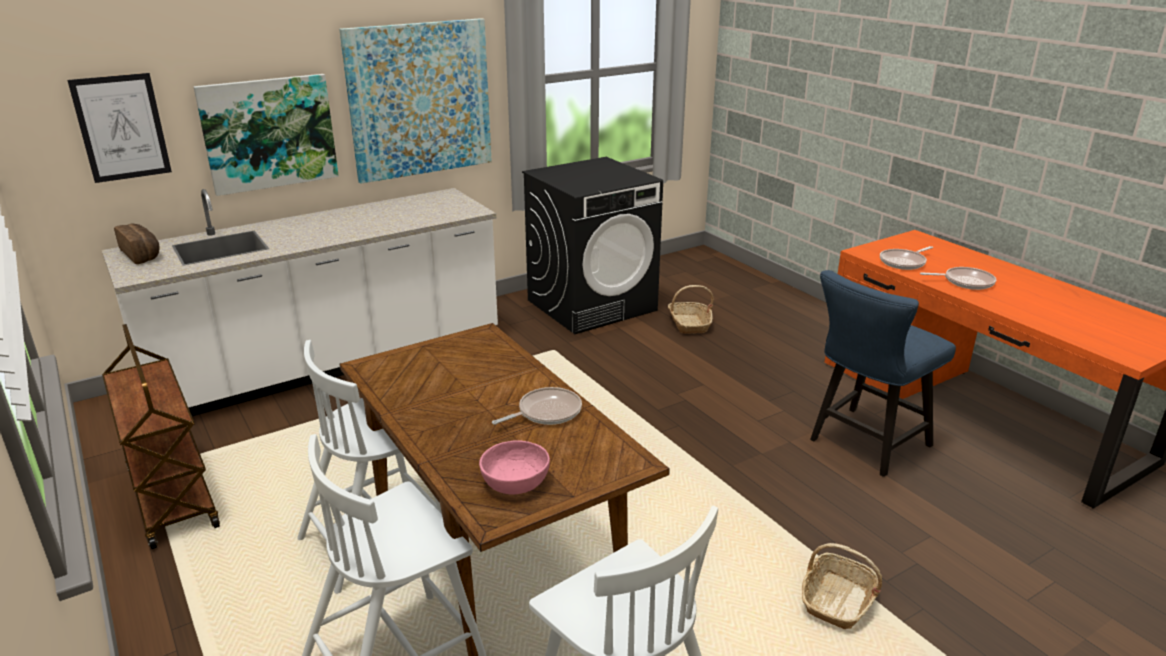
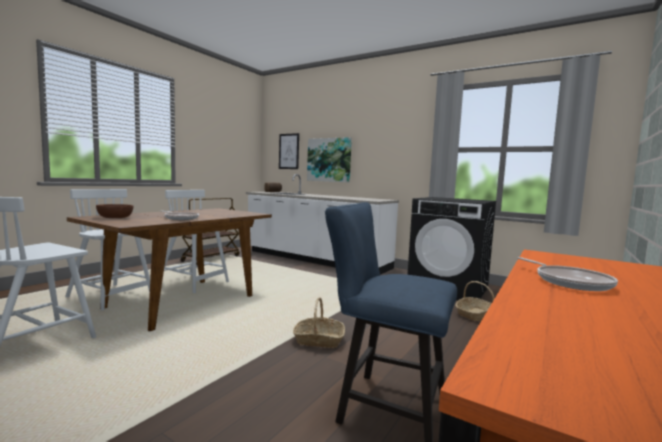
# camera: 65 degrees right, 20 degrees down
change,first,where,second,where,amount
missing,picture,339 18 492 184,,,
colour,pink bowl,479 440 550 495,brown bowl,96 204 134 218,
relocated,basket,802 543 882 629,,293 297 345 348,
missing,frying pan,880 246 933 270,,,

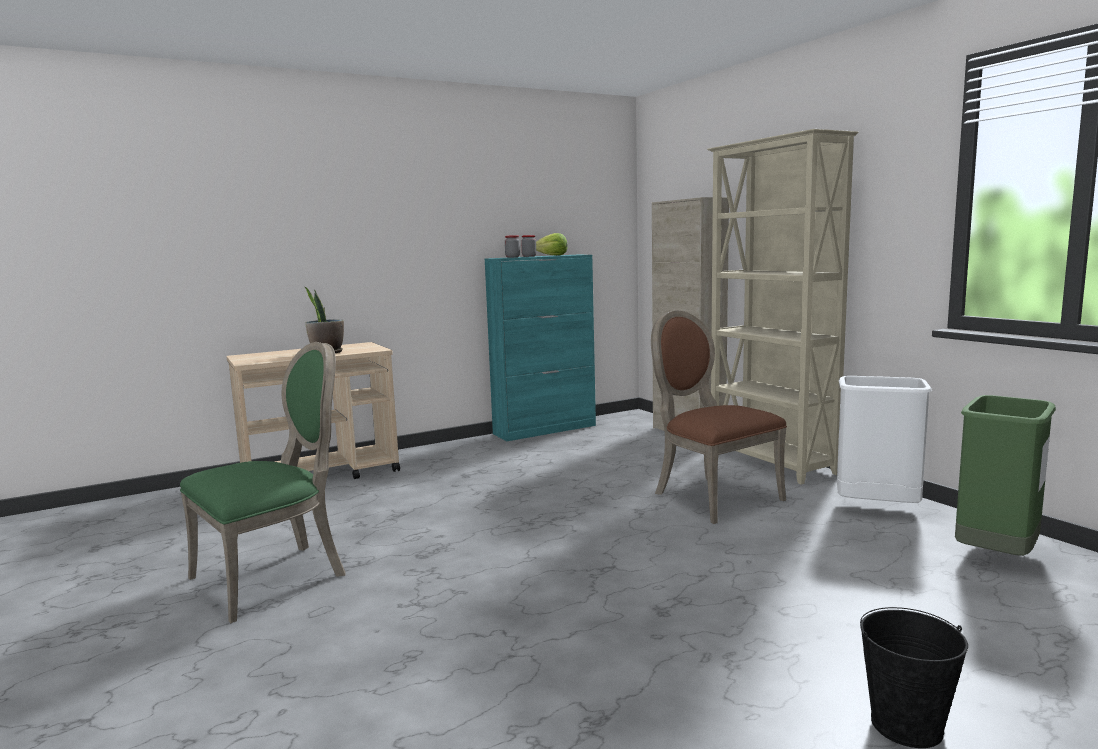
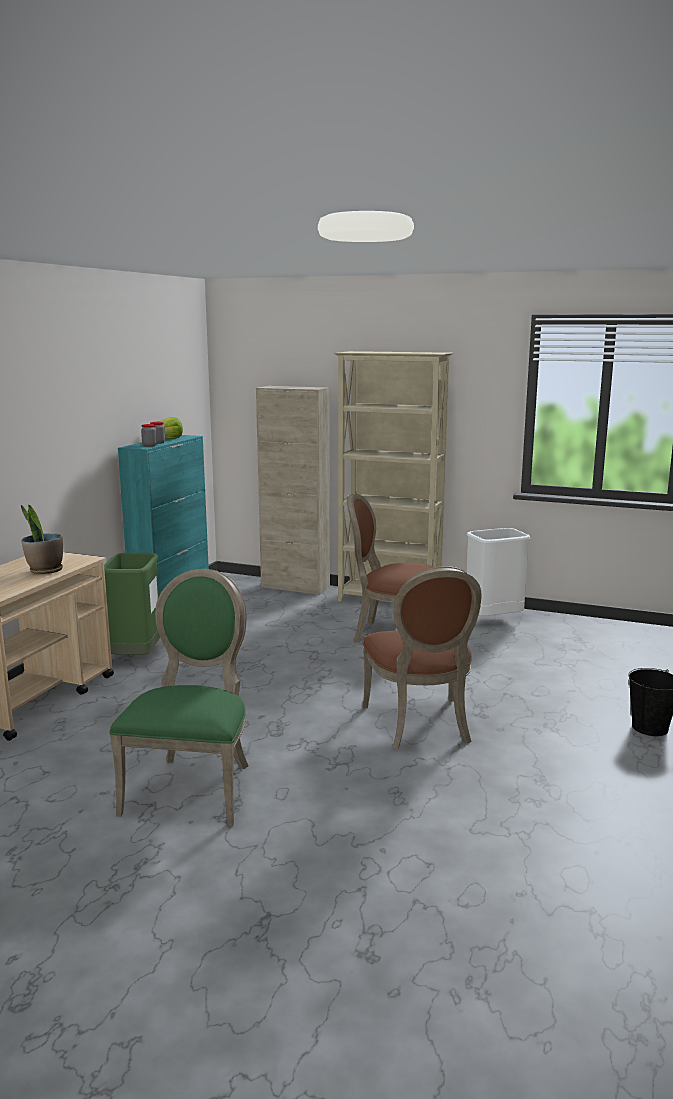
# camera: 40 degrees left, 5 degrees up
change,first,where,second,where,amount
relocated,green trash can,955 395 1056 556,,104 553 160 655,
appeared,,,brown chair,363 566 482 750,

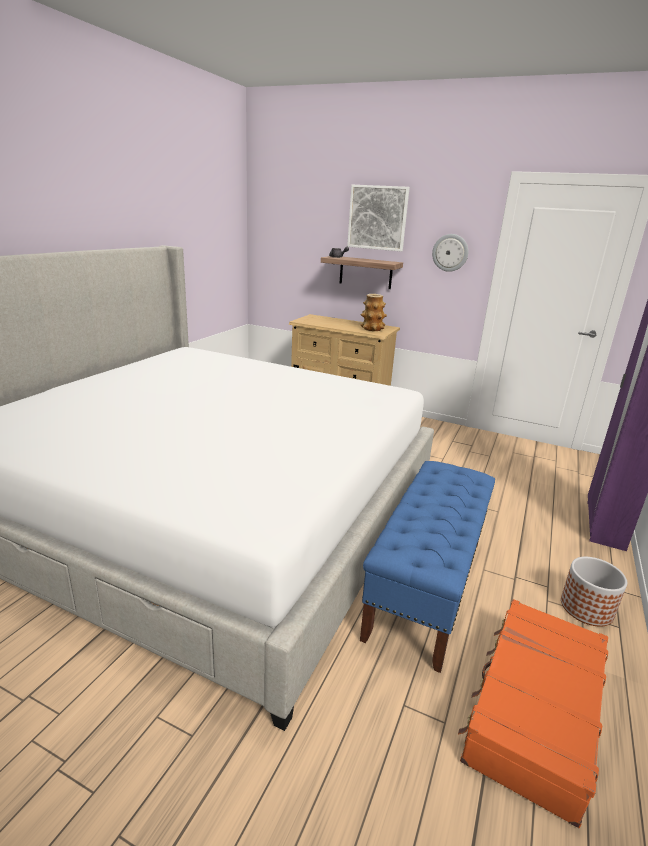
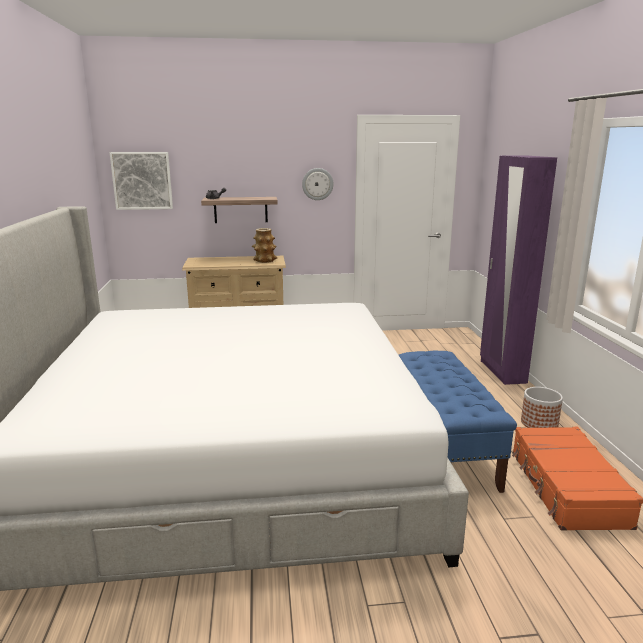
# camera: 30 degrees left, 5 degrees down
change,first,where,second,where,amount
relocated,picture,347 185 410 251,,109 152 173 210,

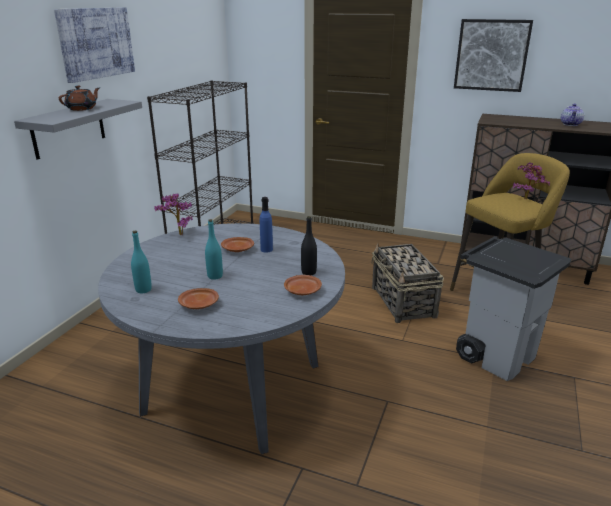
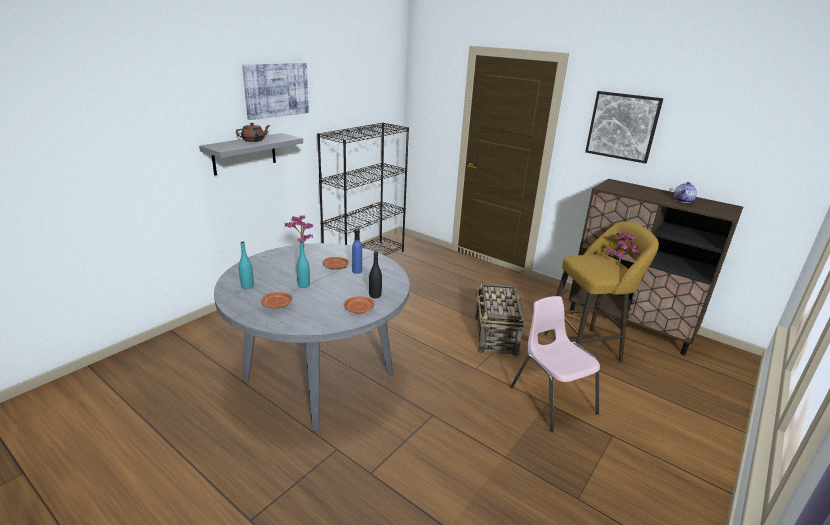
# camera: 15 degrees right, 0 degrees up
change,first,where,second,where,amount
exchanged,grey trash can,456 236 571 381,pink chair,510 296 600 432,

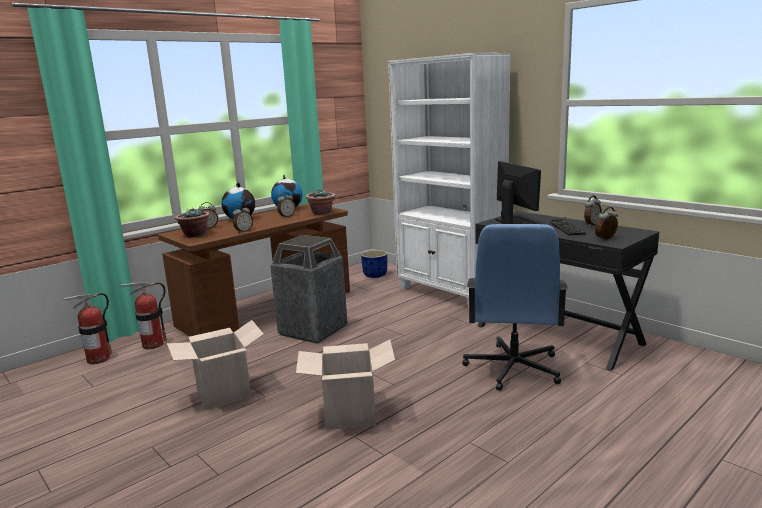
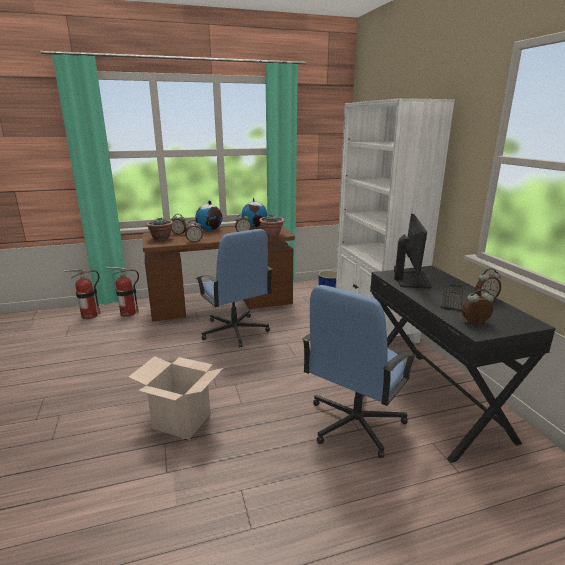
# camera: 25 degrees right, 5 degrees up
change,first,where,second,where,amount
missing,cardboard box,167 320 264 410,,,
exchanged,trash can,270 235 347 344,blue office chair,196 229 273 347,

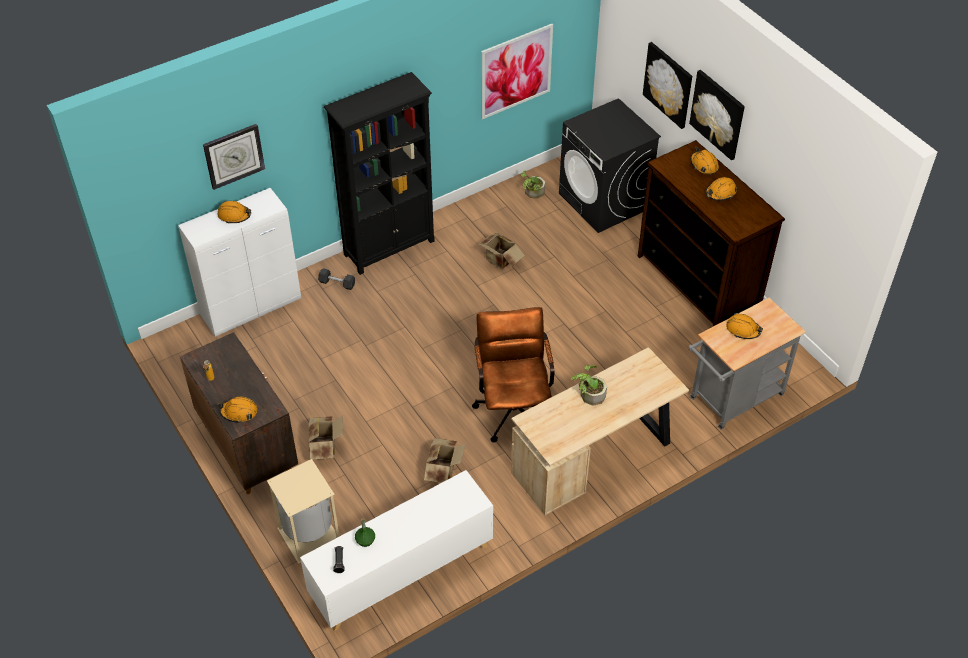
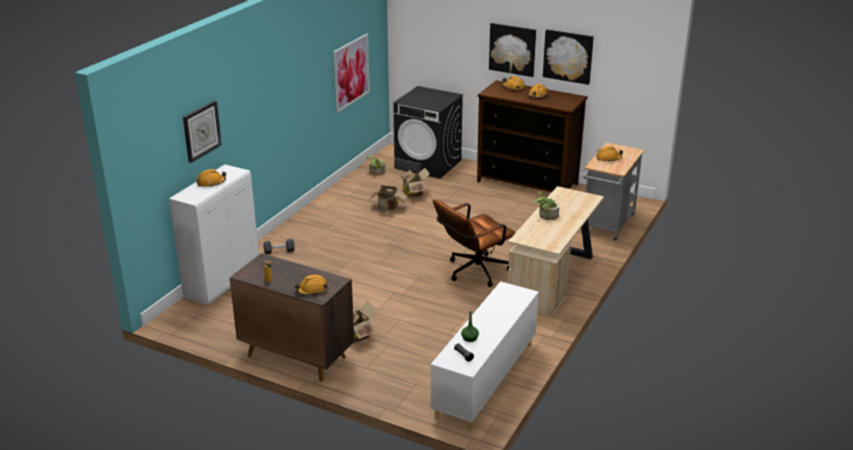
# camera: 30 degrees left, 20 degrees down
change,first,where,second,where,amount
missing,beige trash can,267 459 339 564,,,
missing,black bookcase,324 72 435 275,,,
relocated,cardboard box,424 438 466 483,,401 168 430 198,
spun,brown office chair,472 307 554 442,,433 199 516 287,90 degrees counterclockwise
relocated,picture,643 42 692 129,,543 29 594 85,

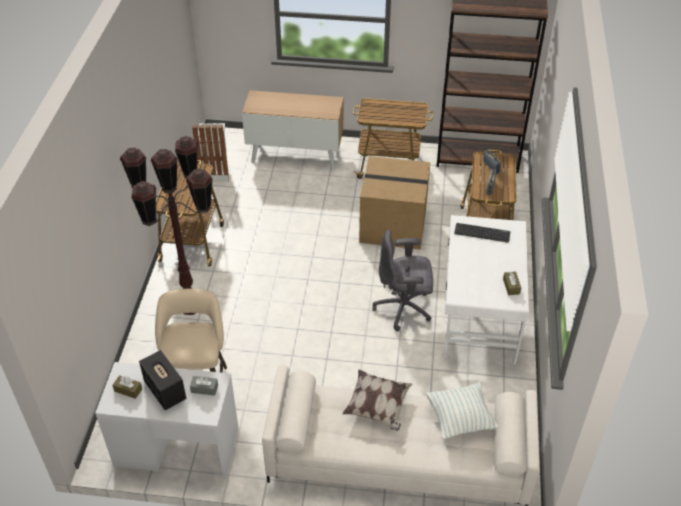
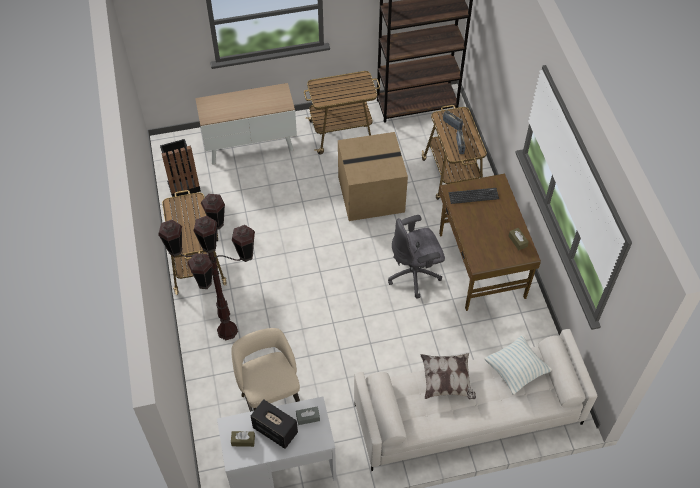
# camera: 20 degrees left, 10 degrees up
change,first,where,second,where,amount
colour,white trash can,192 123 231 182,black trash can,160 139 201 197,
colour,white desk,443 215 529 365,brown desk,439 174 541 311,

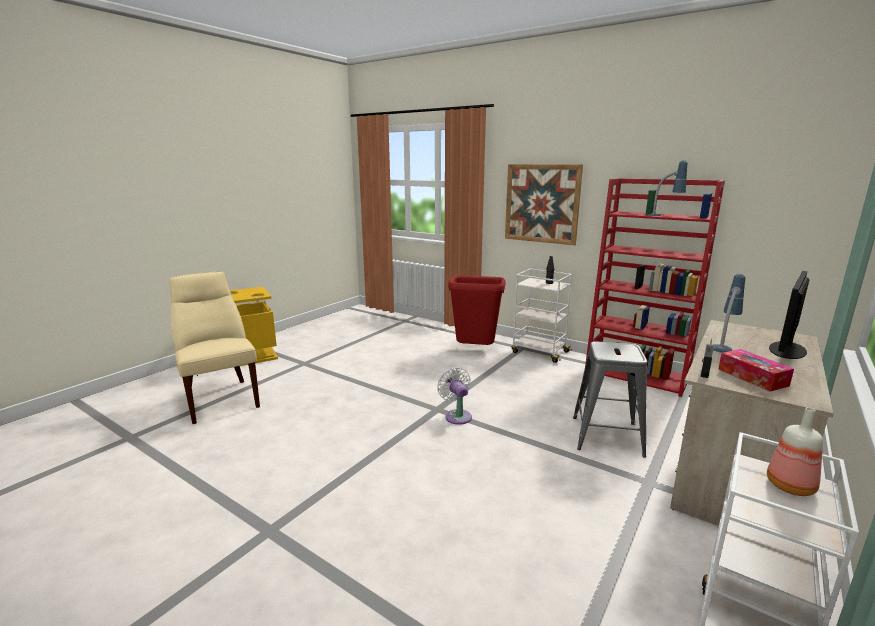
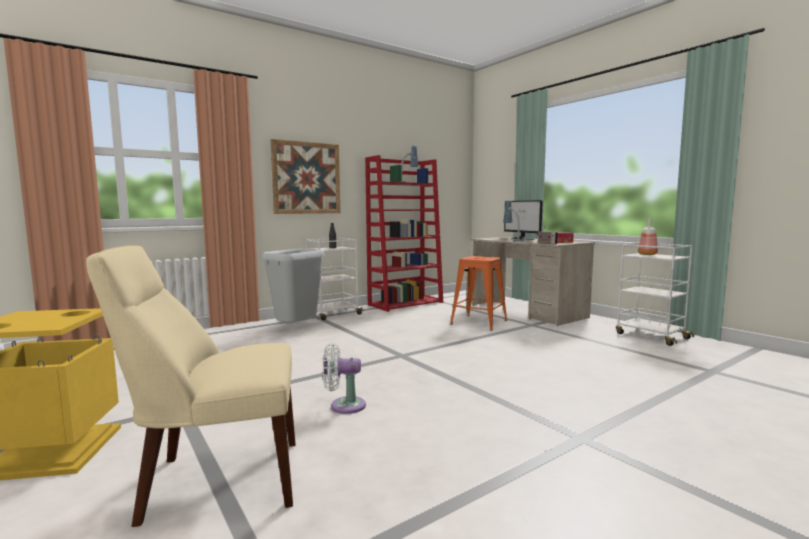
# camera: 70 degrees left, 10 degrees down
change,first,where,second,where,amount
relocated,white fan,437 368 472 425,,323 343 366 414,
colour,red trash can,448 275 505 345,grey trash can,262 248 325 323,
colour,grey stool,573 341 647 458,orange stool,450 256 507 331,

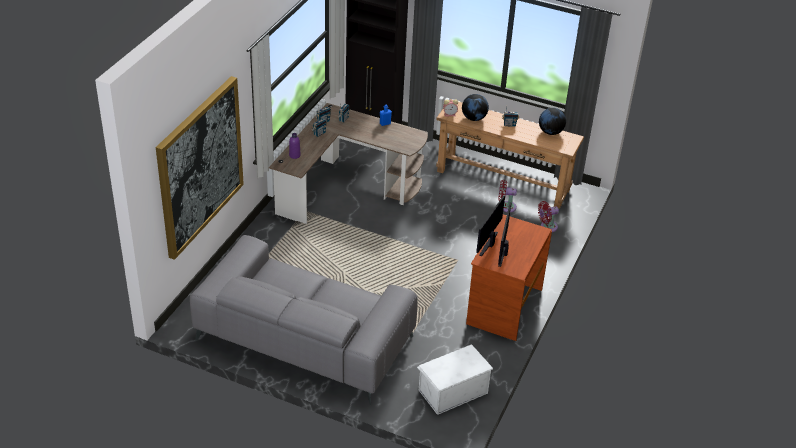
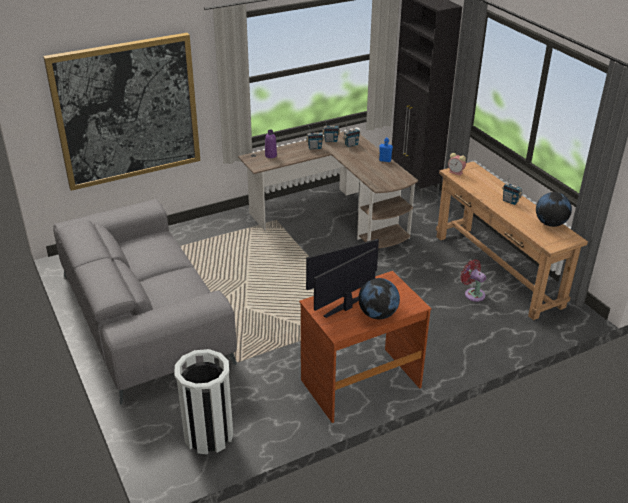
# camera: 40 degrees right, 5 degrees down
change,first,where,second,where,amount
exchanged,white storage box,417 344 493 415,white trash can,174 349 233 455,
relocated,globe,462 94 489 121,,358 278 400 319,
missing,red fan,538 201 559 232,,,

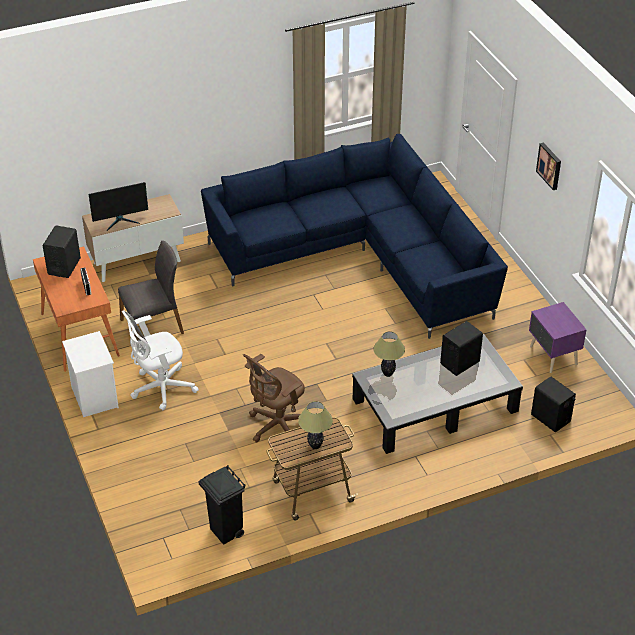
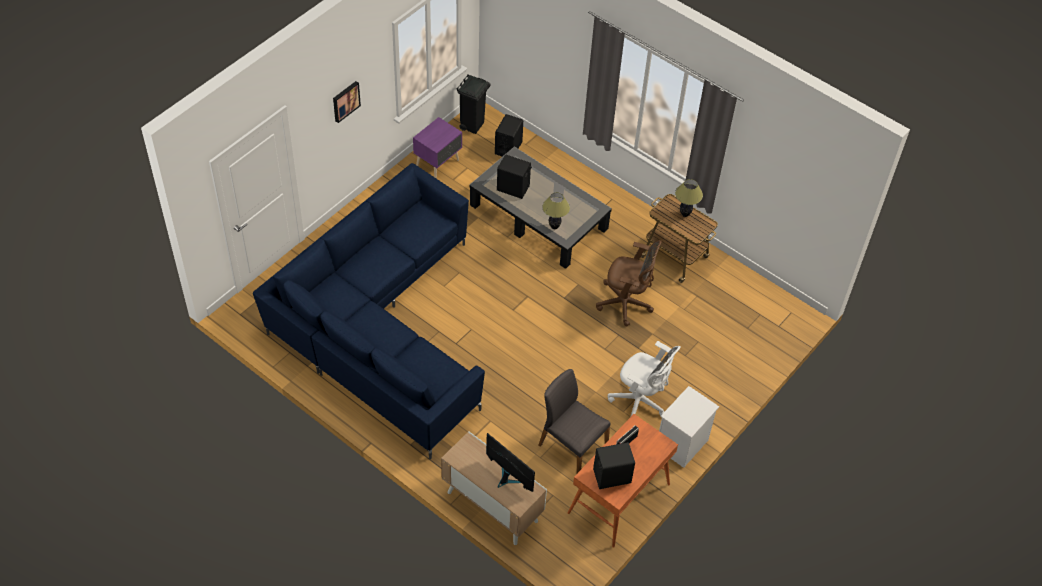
# camera: 120 degrees left, 10 degrees up
change,first,where,second,where,amount
relocated,black trash can,199 465 246 545,,457 74 490 134,

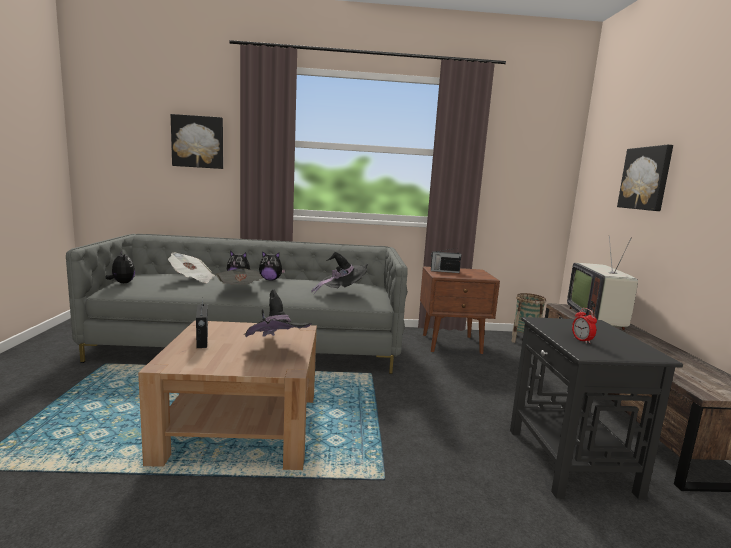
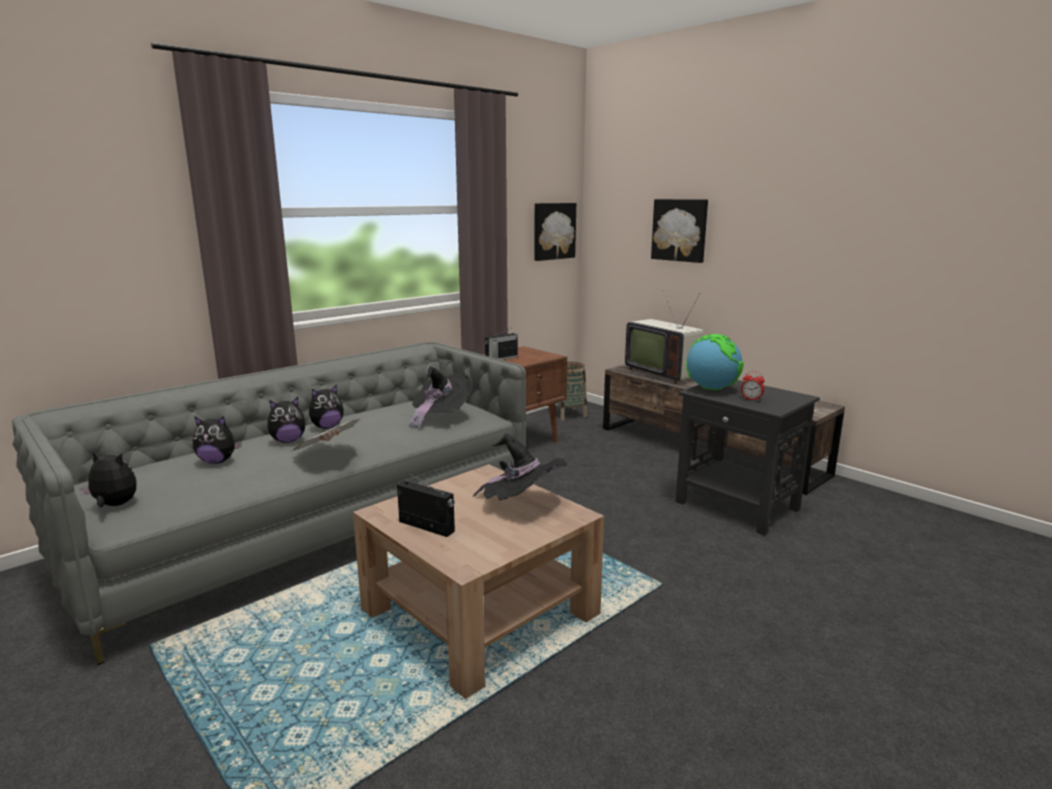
# camera: 40 degrees left, 5 degrees up
change,first,where,second,where,amount
exchanged,newspaper,168 253 215 283,plush toy,193 416 242 464,
relocated,picture,171 114 223 169,,534 203 576 261,
appeared,,,globe,685 334 744 390,

